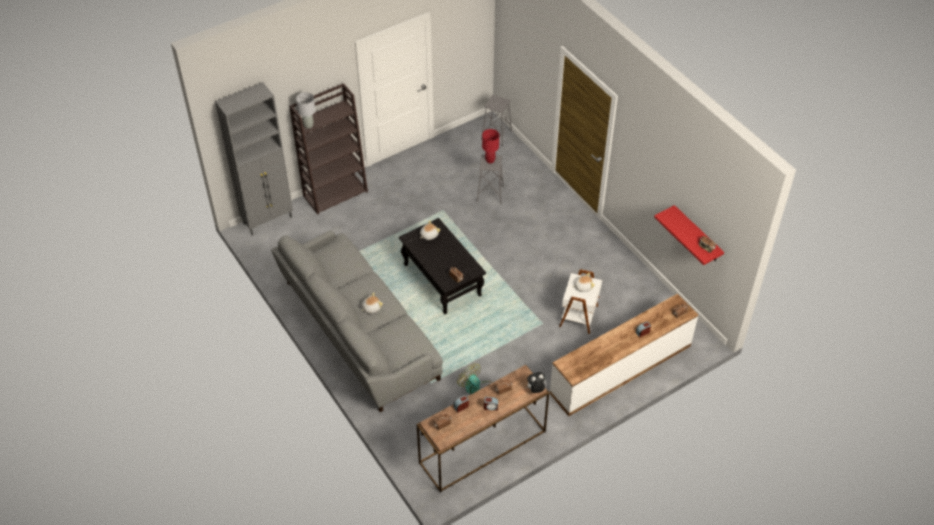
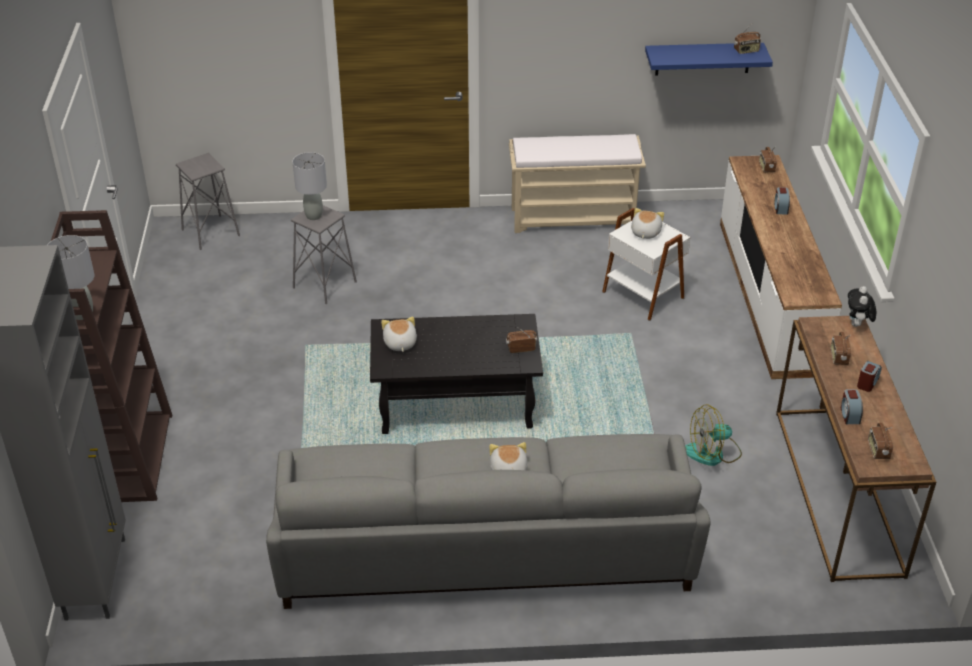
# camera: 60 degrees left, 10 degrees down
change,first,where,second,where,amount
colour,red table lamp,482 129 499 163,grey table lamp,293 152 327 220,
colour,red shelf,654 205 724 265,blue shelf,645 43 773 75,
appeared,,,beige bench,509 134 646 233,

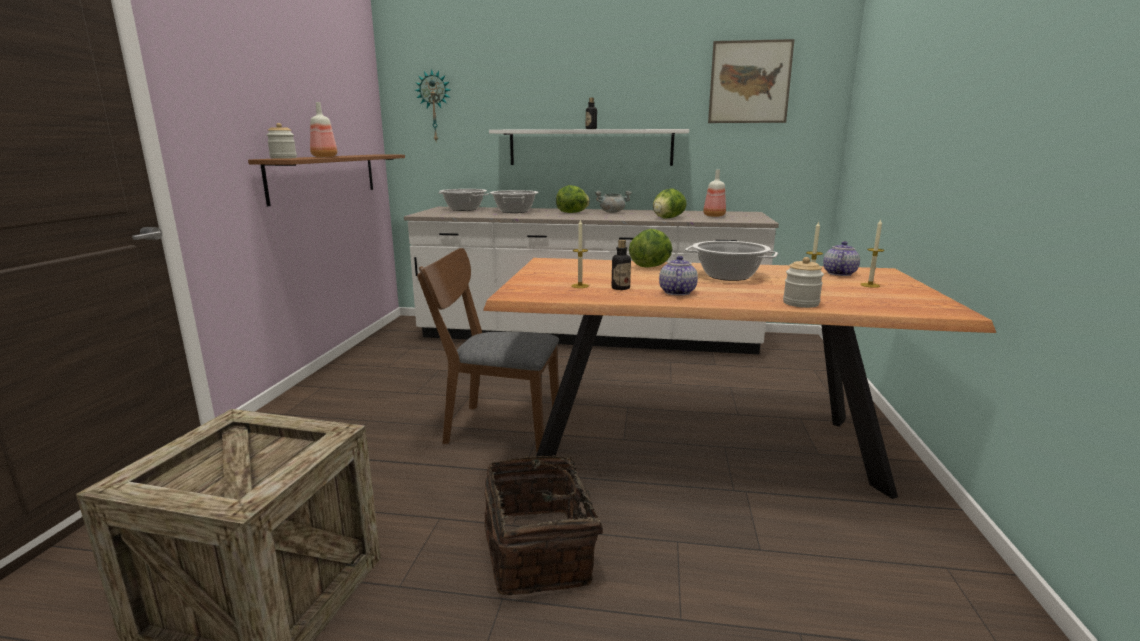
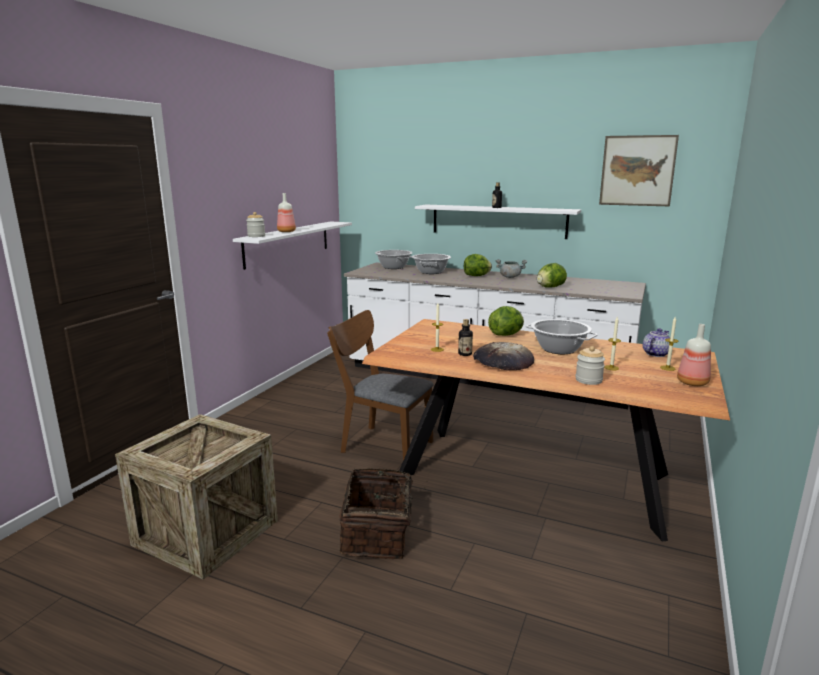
# camera: 15 degrees right, 0 degrees up
change,first,where,second,where,amount
colour,brown shelf,248 155 405 206,white shelf,233 221 352 270,
missing,wall clock,415 69 451 141,,,
exchanged,teapot,659 256 698 296,bread,473 342 534 371,
relocated,bottle,703 169 726 217,,677 324 711 386,

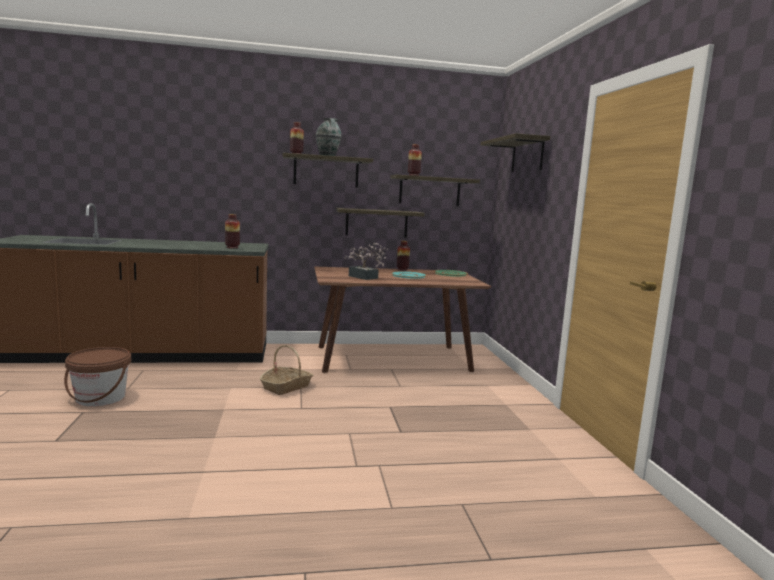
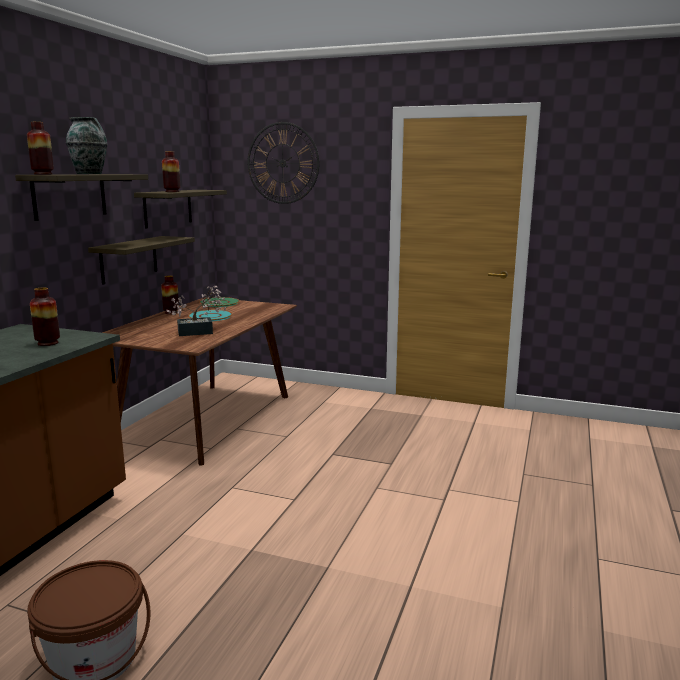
# camera: 60 degrees left, 5 degrees up
change,first,where,second,where,amount
missing,basket,260 345 313 395,,,
exchanged,shelf,481 133 550 172,wall clock,248 122 320 204,

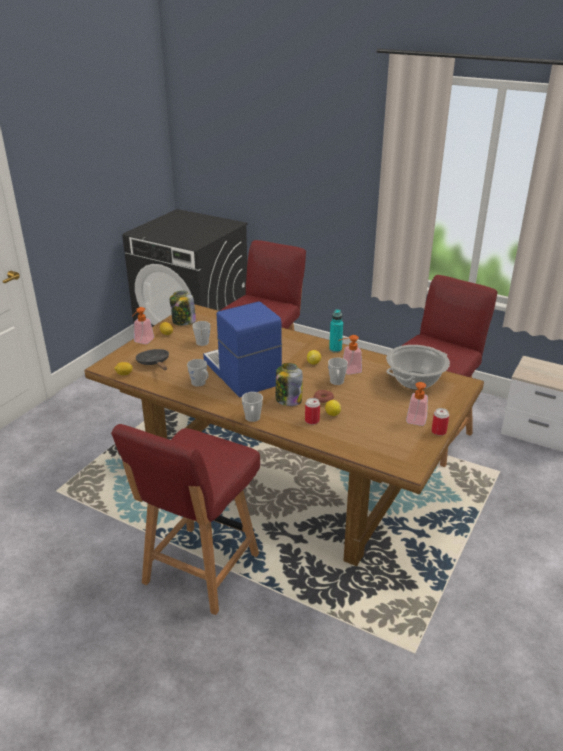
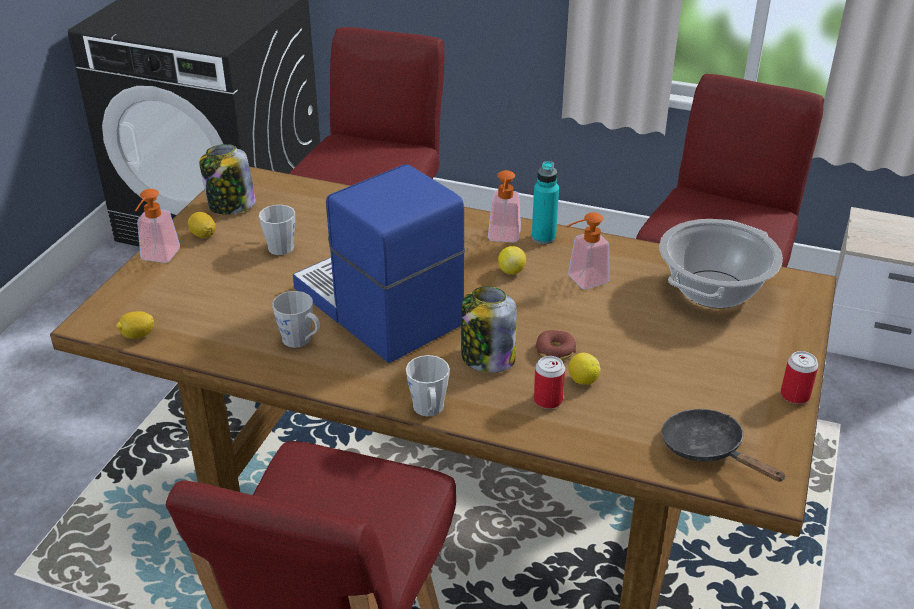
# camera: 10 degrees left, 5 degrees up
change,first,where,second,where,amount
relocated,black frying pan,136 349 169 370,,662 409 786 482,
missing,grey mug,328 358 348 385,,,
relocated,soap dispenser,406 382 428 426,,488 170 521 242,

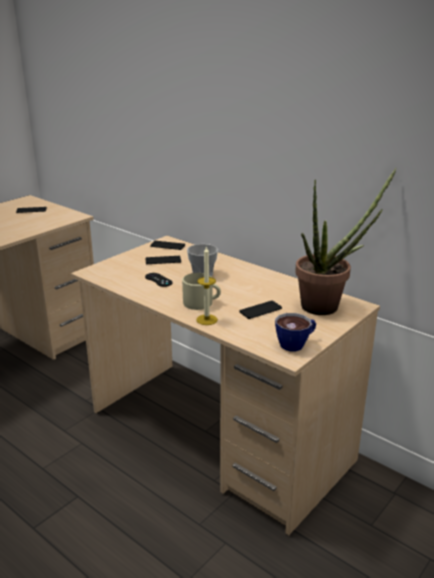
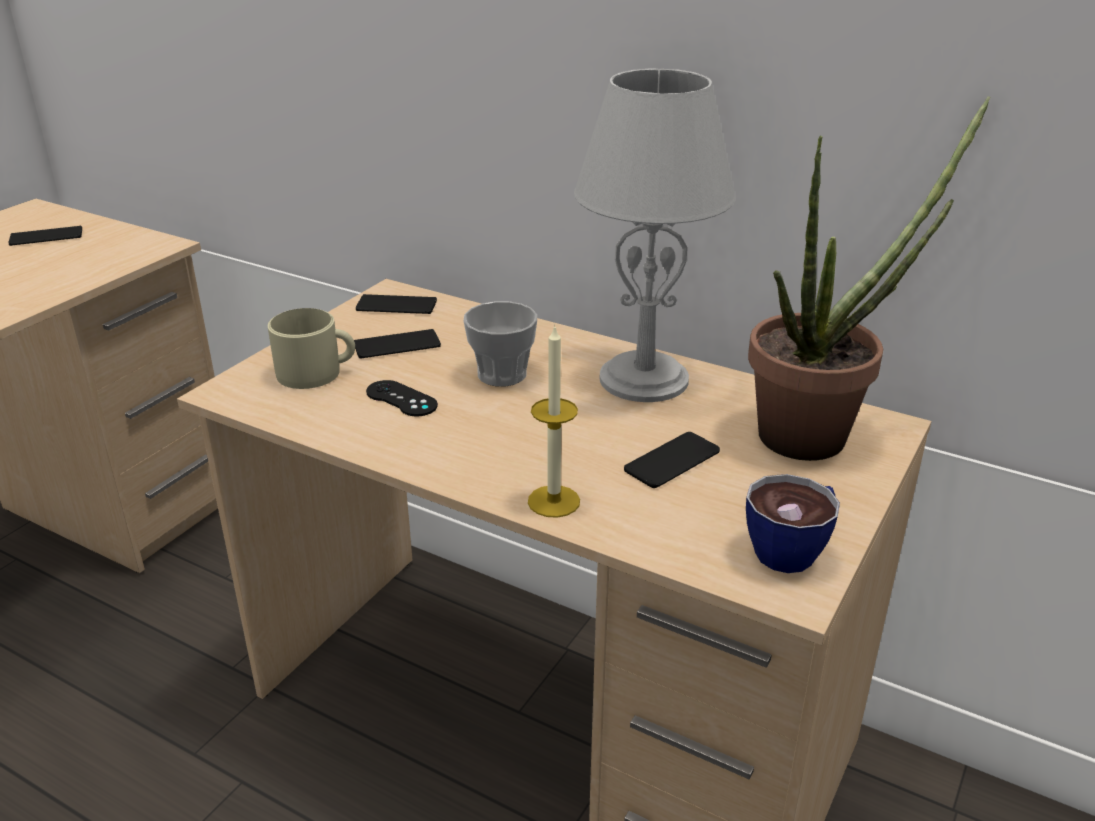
# camera: 10 degrees left, 5 degrees up
change,first,where,second,where,amount
relocated,beige mug,182 273 221 310,,268 308 355 389,
appeared,,,grey table lamp,574 69 736 402,

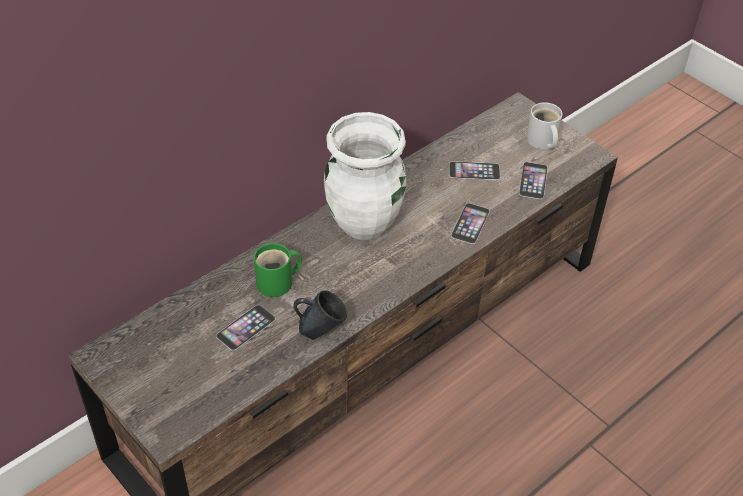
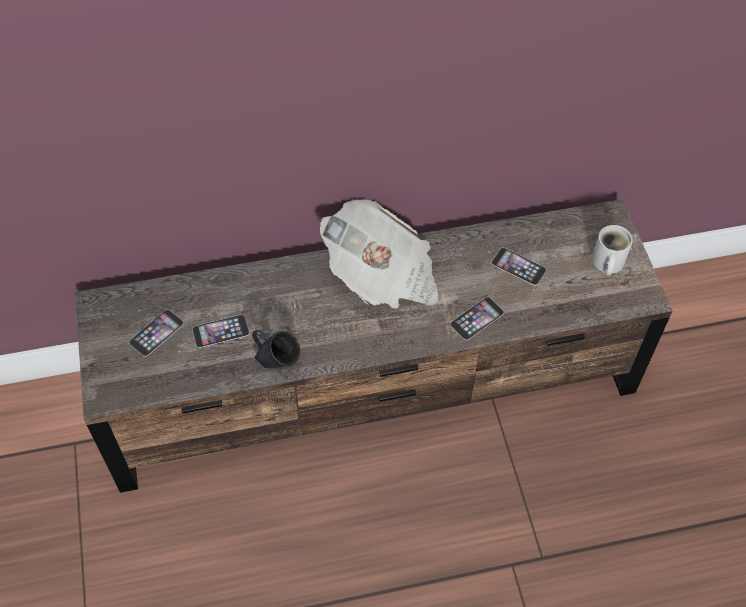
# camera: 30 degrees right, 10 degrees up
change,first,where,second,where,amount
missing,green mug,254 243 302 297,,,
exchanged,white vase,324 112 407 240,newspaper,320 199 439 309,
relocated,phone,519 162 548 199,,129 309 184 357,

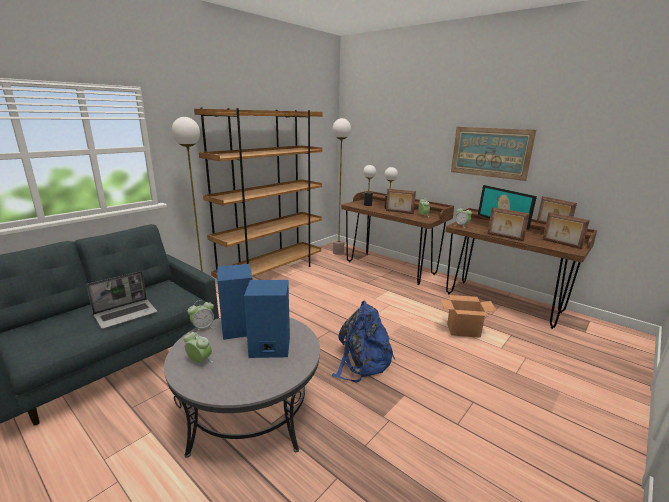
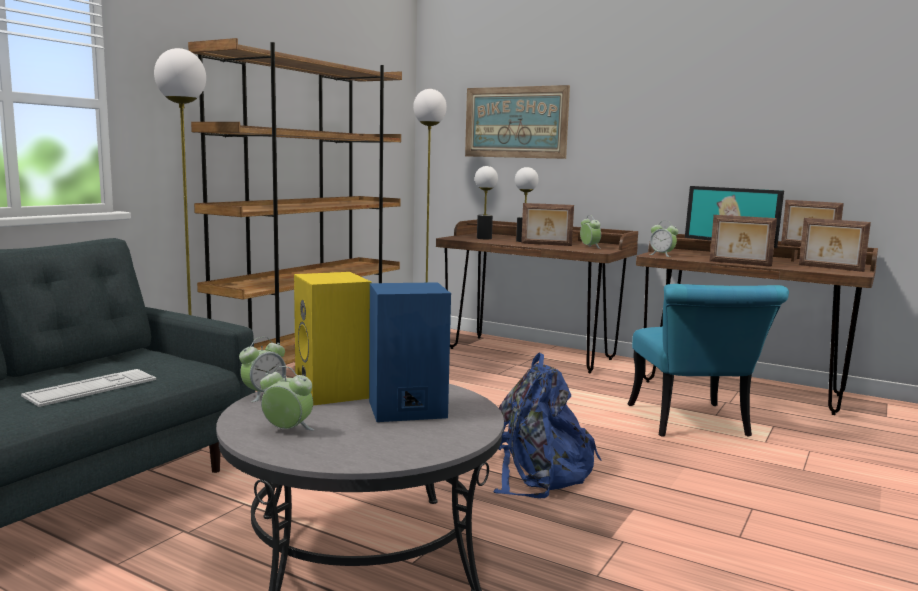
# camera: 10 degrees left, 10 degrees down
change,first,where,second,where,amount
exchanged,laptop,86 271 158 329,keyboard,21 369 156 407,
colour,blue speaker,217 264 253 340,yellow speaker,294 272 372 406,
exchanged,cardboard box,441 295 497 338,turquoise chair,628 284 789 437,
relocated,picture,451 127 536 181,,465 85 570 159,

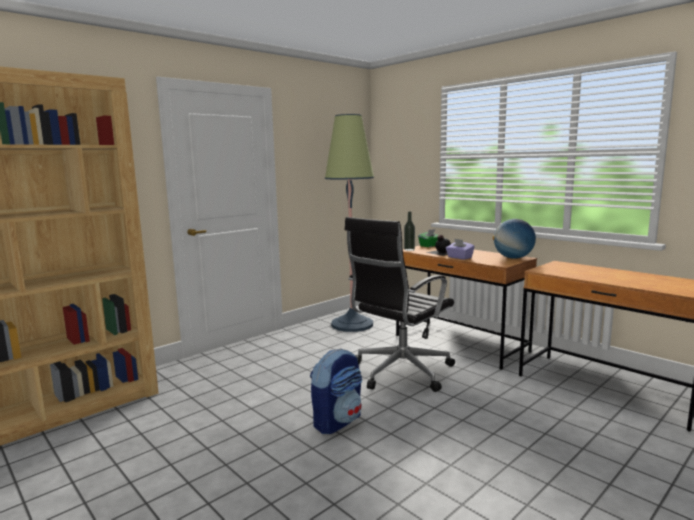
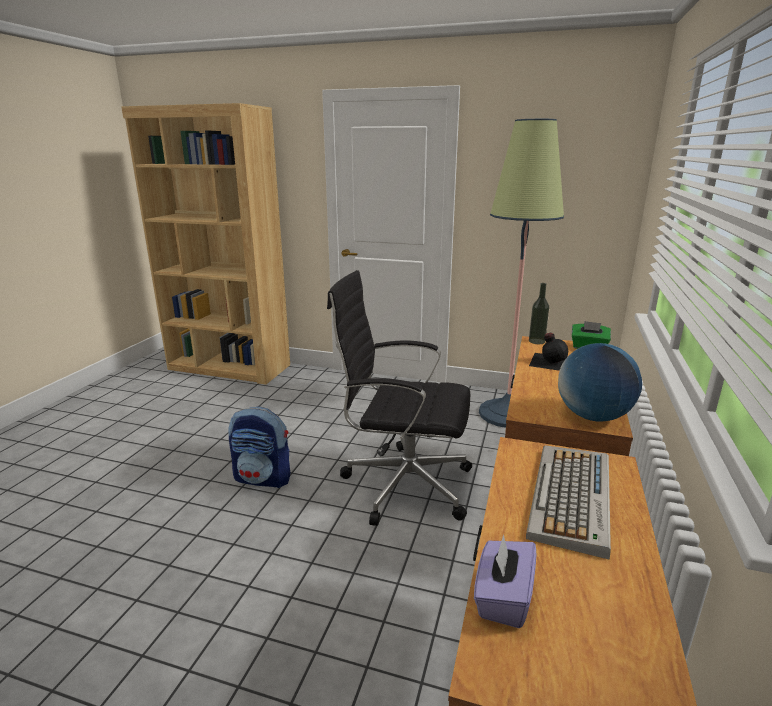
# camera: 60 degrees right, 10 degrees up
change,first,where,second,where,amount
relocated,purple tissue box,446 238 475 260,,474 534 537 628,
appeared,,,keyboard,526 445 611 560,

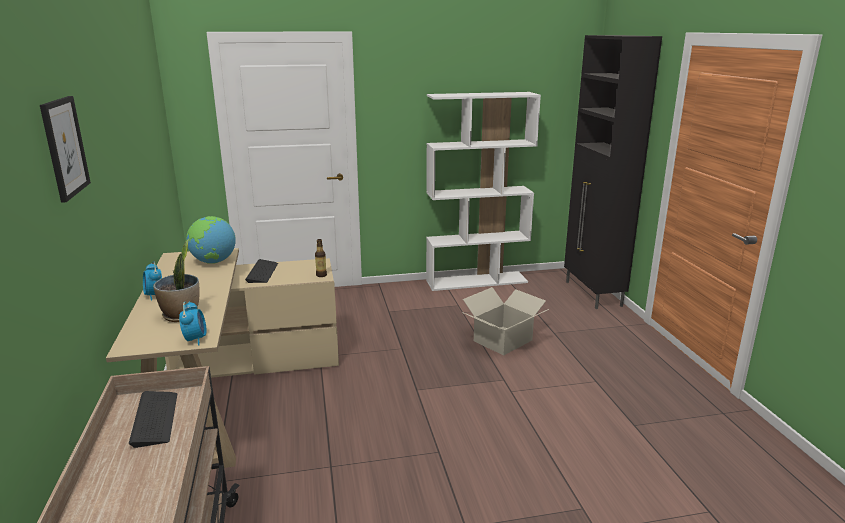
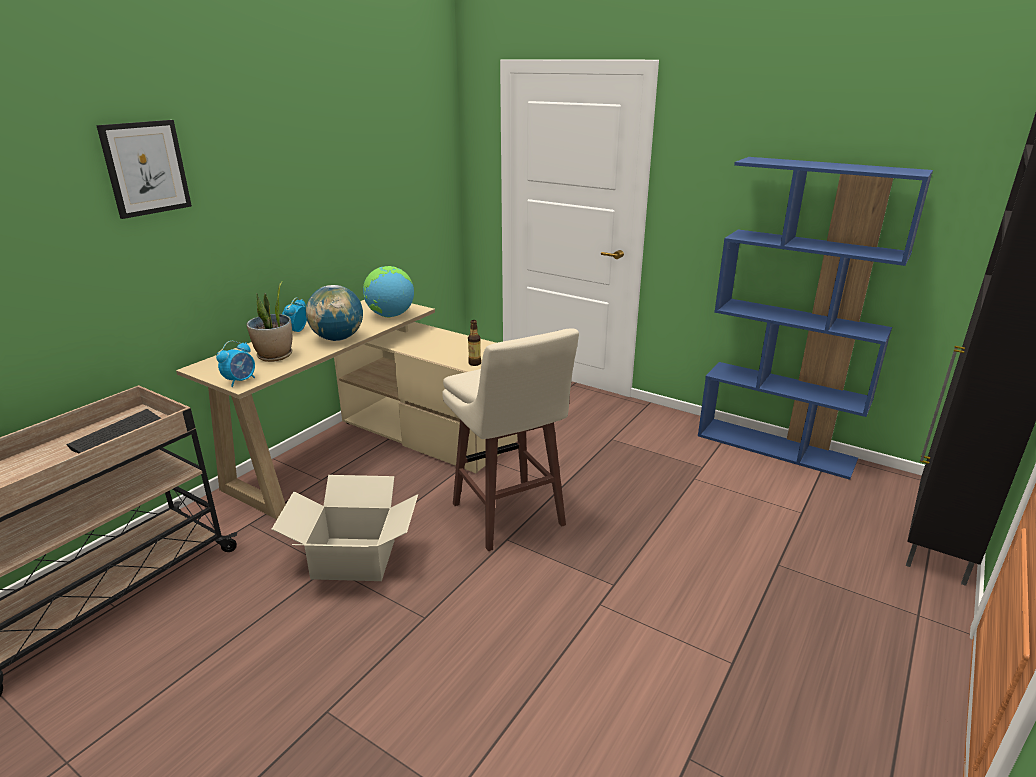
# camera: 45 degrees right, 5 degrees up
change,first,where,second,where,amount
missing,keyboard,245 259 278 283,,,
colour,white bookcase,426 92 541 291,blue bookcase,698 157 933 480,
relocated,cardboard box,462 287 549 356,,272 475 418 581,
appeared,,,globe,306 285 363 341,
appeared,,,beige stool,442 328 579 551,

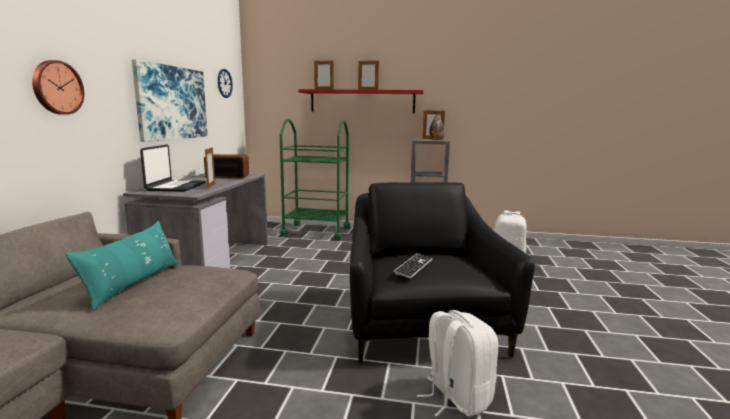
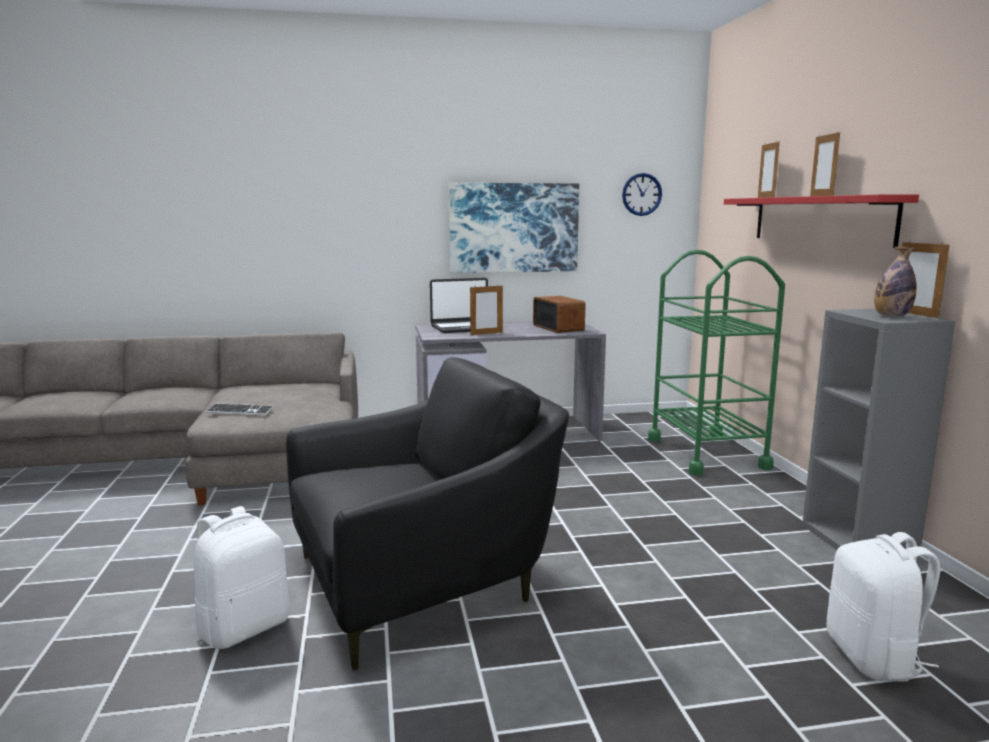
# camera: 70 degrees right, 0 degrees up
change,first,where,second,where,amount
missing,wall clock,32 60 84 115,,,
missing,turquoise pillow,65 221 178 311,,,
relocated,keyboard,394 253 432 279,,206 403 274 415,

